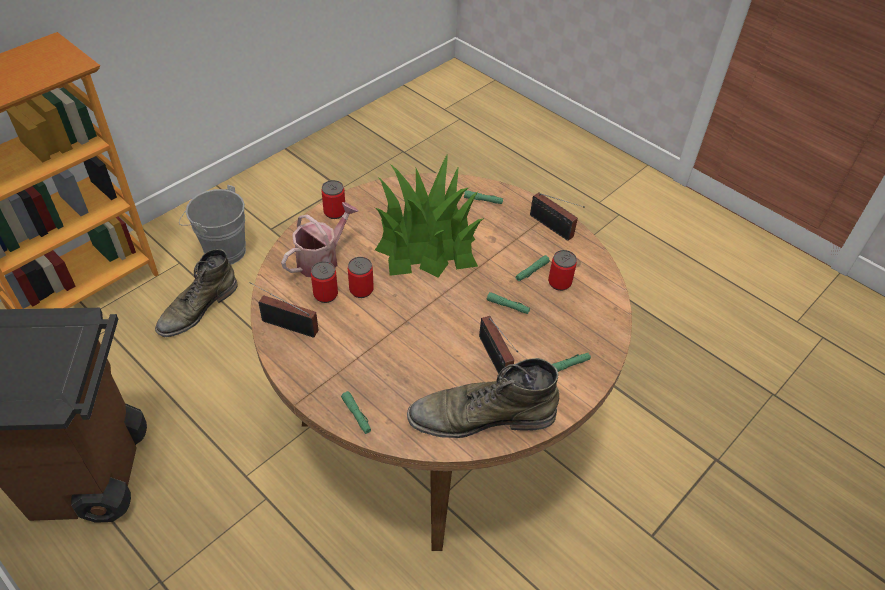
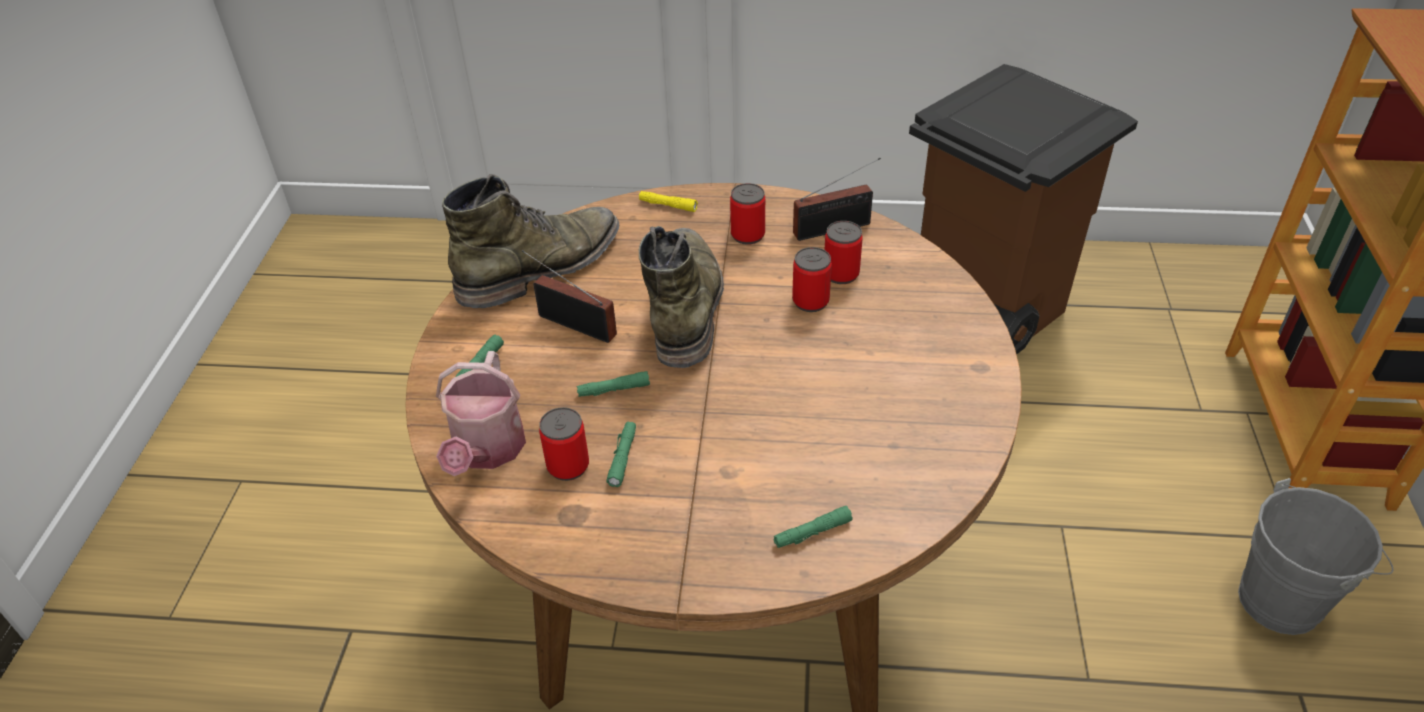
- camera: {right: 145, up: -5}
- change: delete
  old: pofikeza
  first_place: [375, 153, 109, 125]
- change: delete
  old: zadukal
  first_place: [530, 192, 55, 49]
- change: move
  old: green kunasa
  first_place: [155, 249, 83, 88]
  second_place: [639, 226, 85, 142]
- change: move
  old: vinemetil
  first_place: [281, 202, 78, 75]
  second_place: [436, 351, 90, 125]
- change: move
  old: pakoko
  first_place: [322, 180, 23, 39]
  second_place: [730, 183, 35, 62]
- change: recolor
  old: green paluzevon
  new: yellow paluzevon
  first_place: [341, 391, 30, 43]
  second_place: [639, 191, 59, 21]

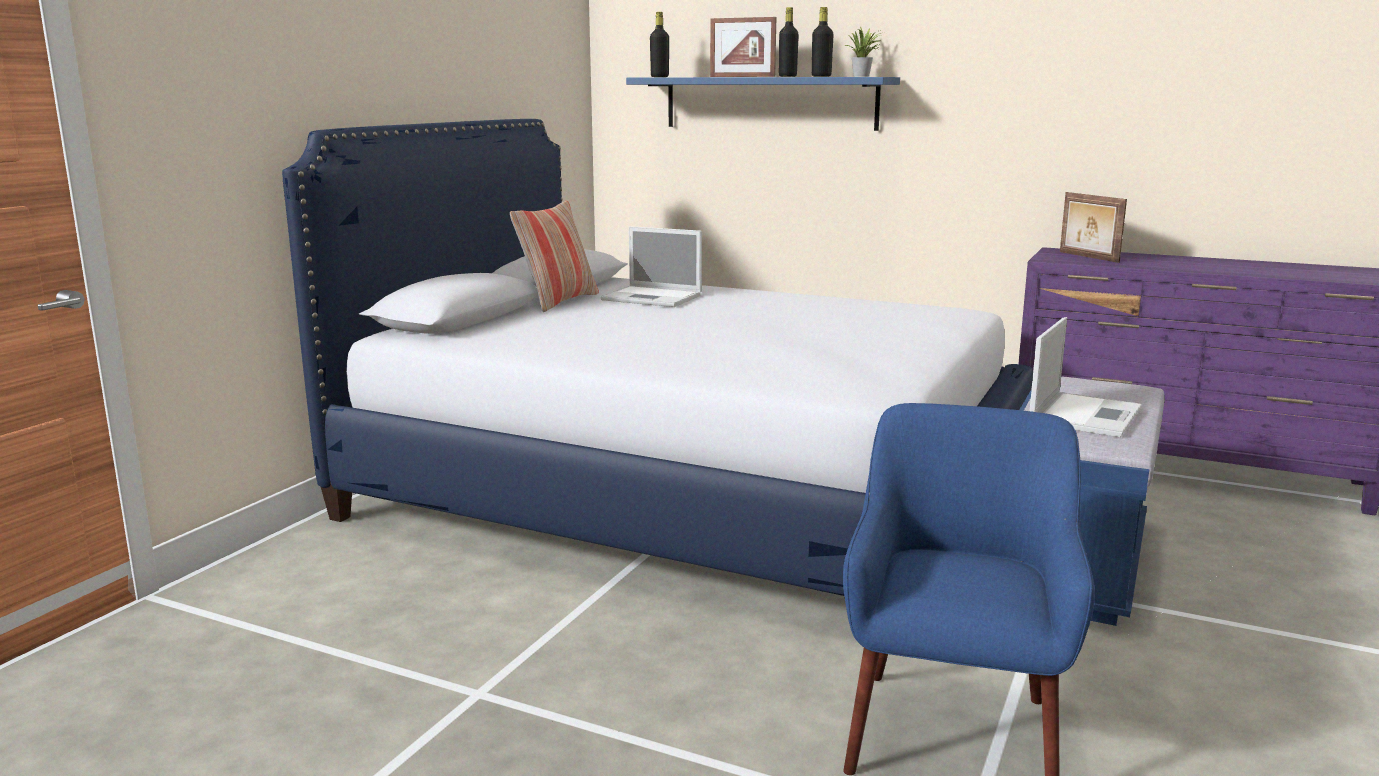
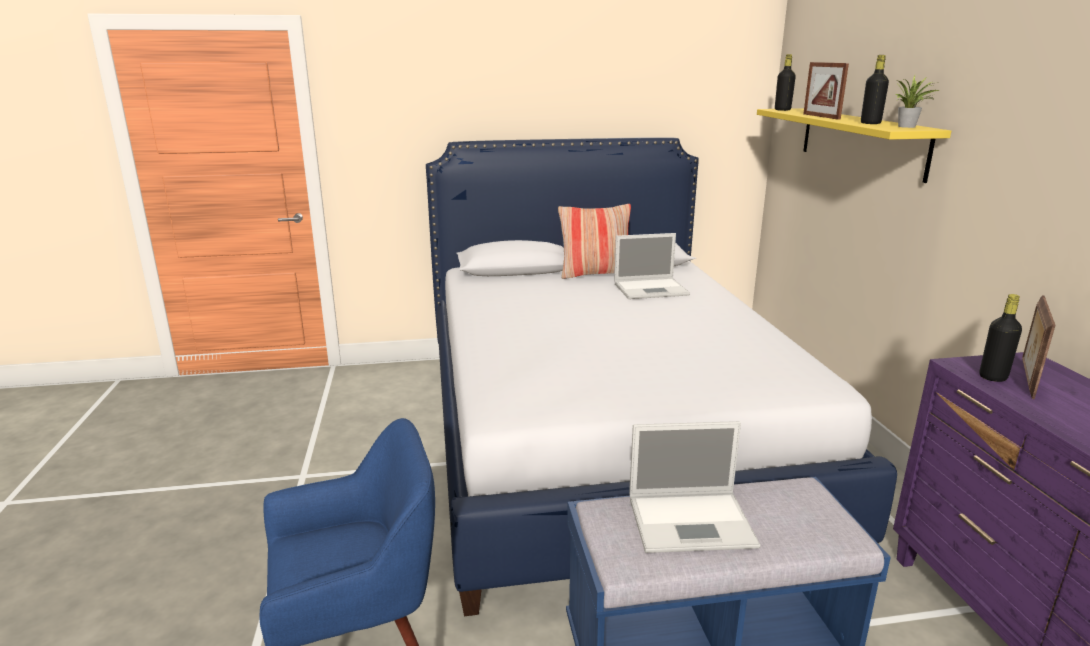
- camera: {right: 55, up: 5}
- change: move
  old: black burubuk
  first_place: [779, 7, 20, 70]
  second_place: [980, 294, 42, 88]
- change: recolor
  old: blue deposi
  new: yellow deposi
  first_place: [626, 77, 274, 54]
  second_place: [757, 108, 194, 75]
- change: rotate
  old: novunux
  first_place: [601, 226, 101, 81]
  second_place: [614, 233, 76, 66]
  degrees: -90

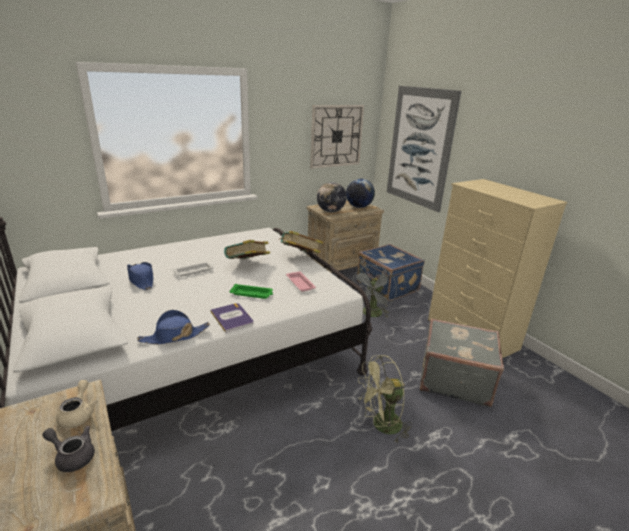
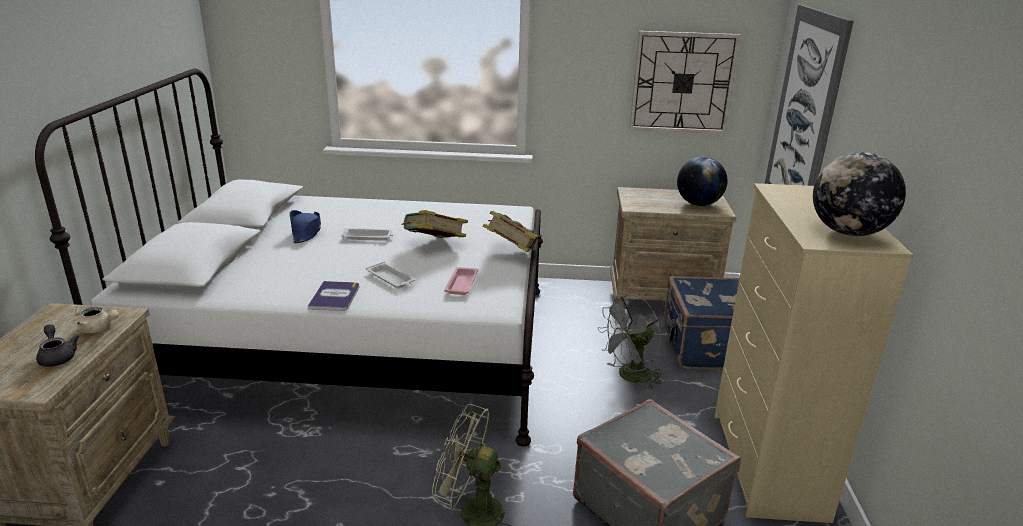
- camera: {right: 35, up: 0}
- change: delete
  old: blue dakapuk
  first_place: [137, 310, 73, 34]
- change: move
  old: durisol
  first_place: [317, 182, 30, 30]
  second_place: [813, 152, 93, 84]
- change: recolor
  old: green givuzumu
  new: white givuzumu
  first_place: [229, 284, 44, 15]
  second_place: [366, 262, 49, 26]
- change: rotate
  old: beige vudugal
  first_place: [56, 380, 41, 49]
  second_place: [77, 307, 42, 26]
  degrees: 75

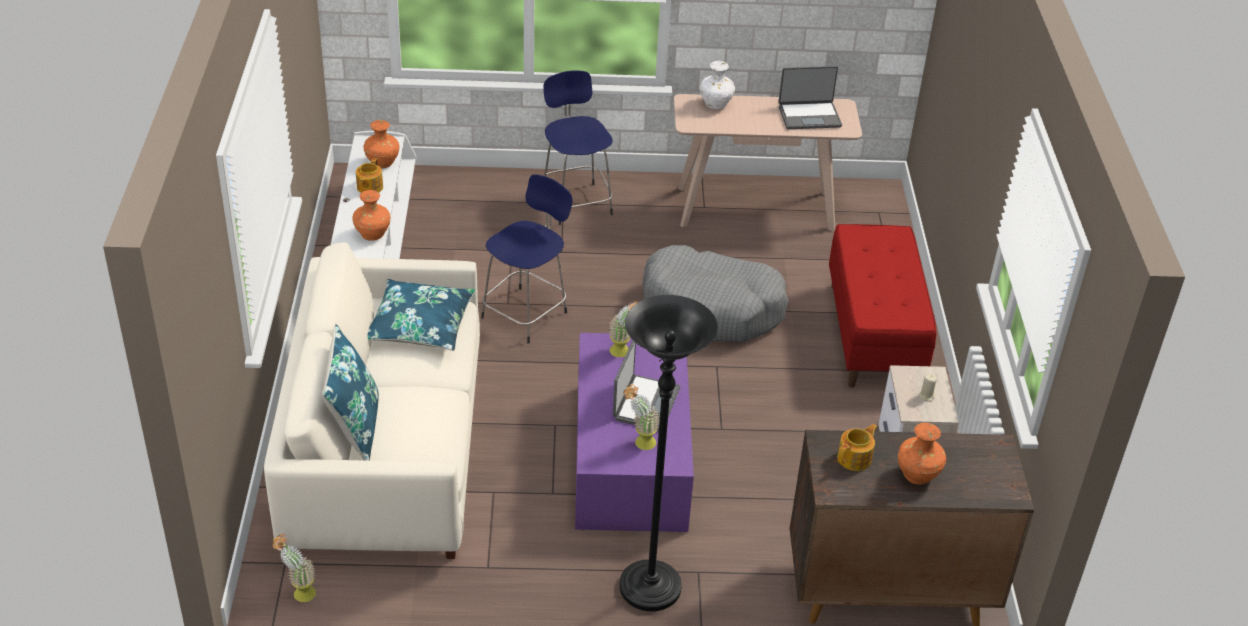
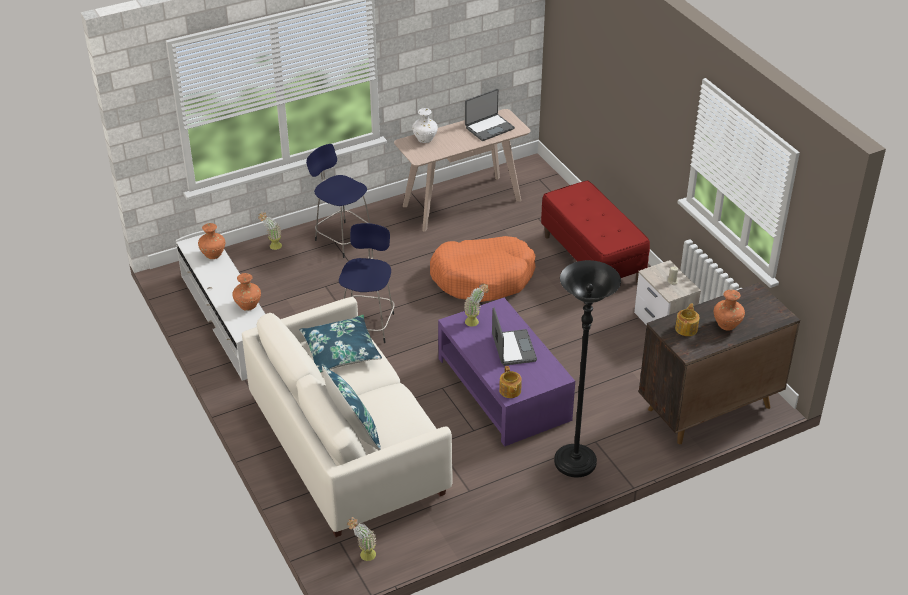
- camera: {right: -25, up: 0}
- change: move
  old: vudugal
  first_place: [356, 158, 27, 35]
  second_place: [499, 366, 23, 32]
- change: move
  old: pofikeza
  first_place: [623, 384, 36, 66]
  second_place: [258, 212, 24, 38]
- change: recolor
  old: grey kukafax
  new: orange kukafax
  first_place: [643, 245, 146, 98]
  second_place: [430, 236, 105, 66]

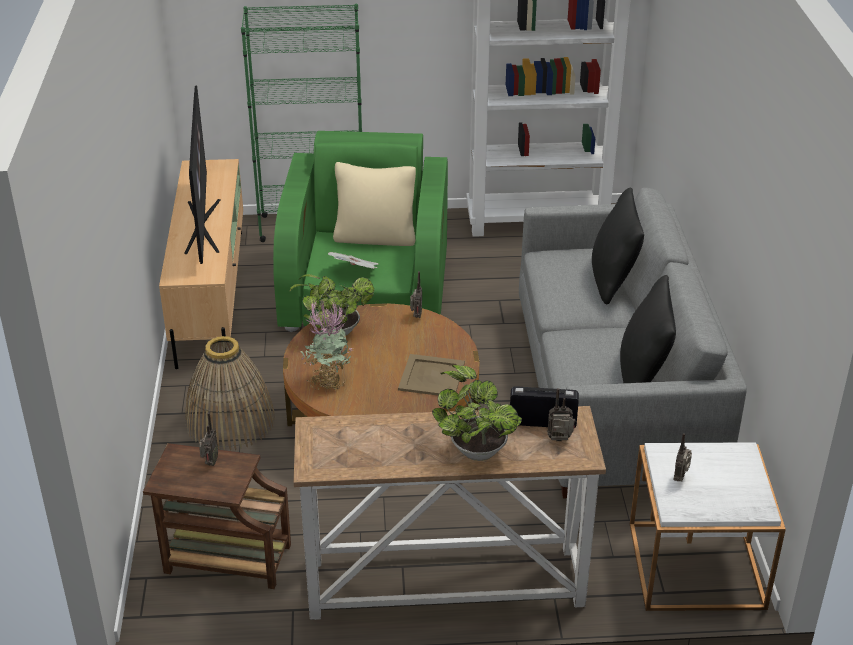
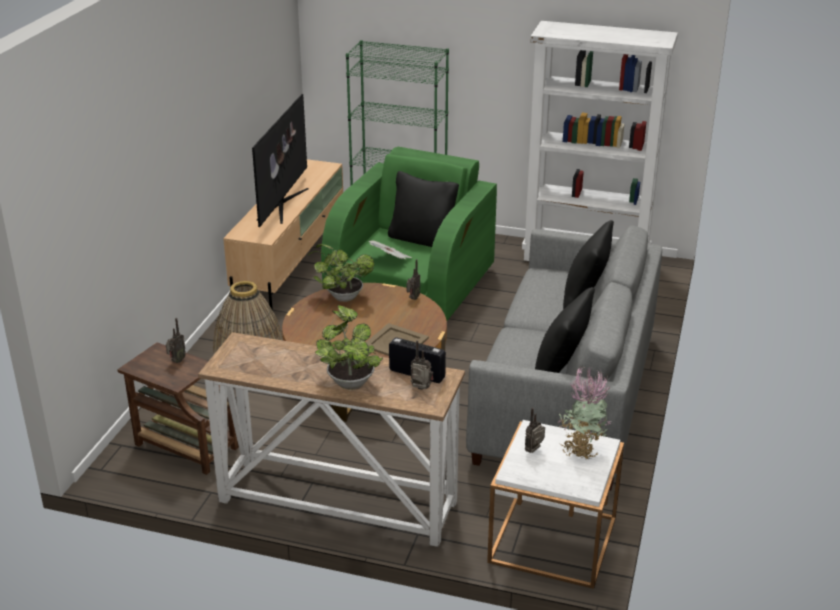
- camera: {right: 20, up: -5}
- change: move
  old: pofikeza
  first_place: [301, 300, 52, 90]
  second_place: [559, 366, 52, 94]
- change: recolor
  old: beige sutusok
  new: black sutusok
  first_place: [333, 162, 83, 84]
  second_place: [388, 171, 71, 76]

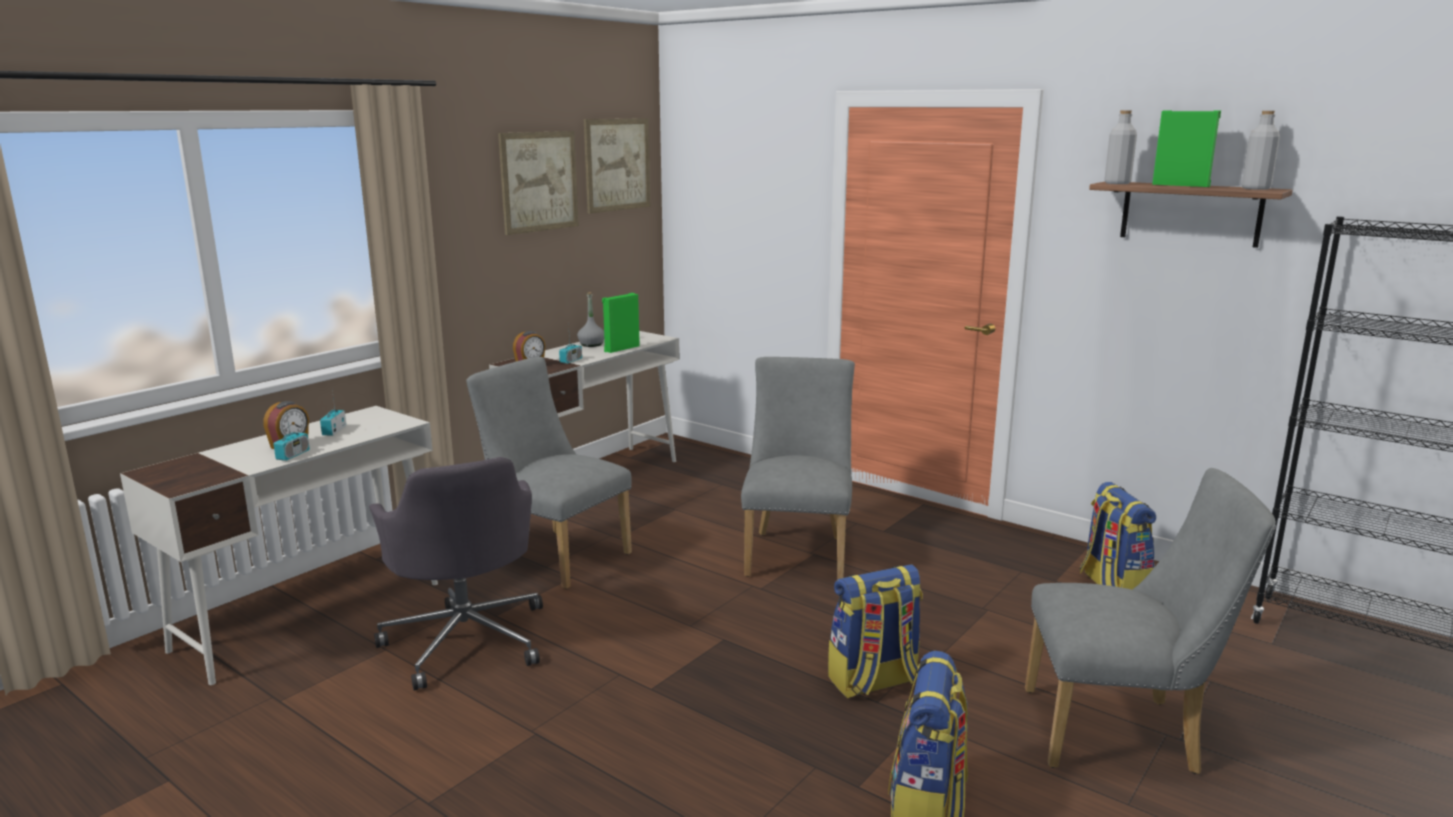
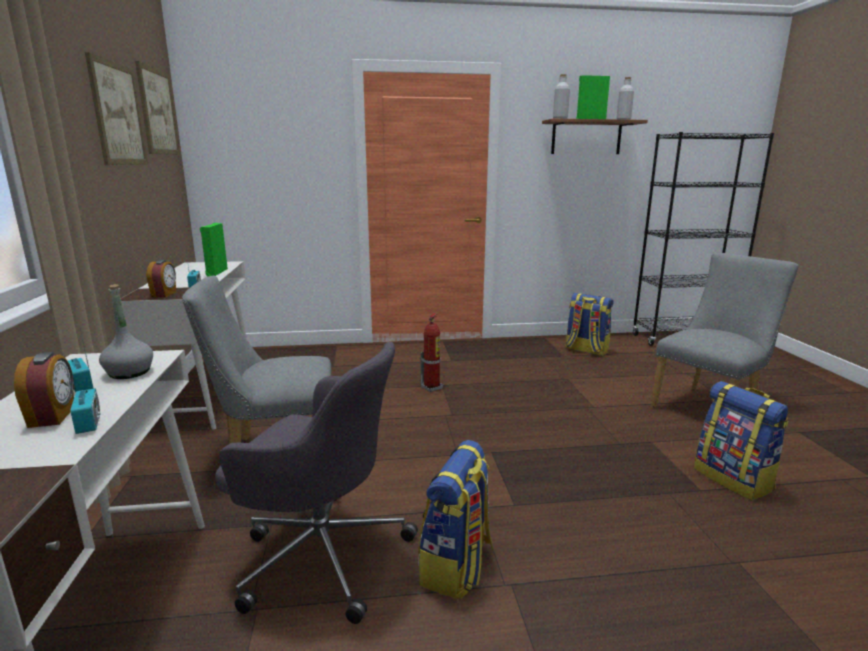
- camera: {right: -45, up: 0}
- change: move
  old: grey burubuk
  first_place: [577, 292, 27, 55]
  second_place: [99, 284, 54, 95]
- change: move
  old: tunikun
  first_place: [828, 564, 95, 134]
  second_place: [418, 440, 76, 159]
- change: replace
  old: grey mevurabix
  new: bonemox
  first_place: [741, 357, 114, 223]
  second_place: [421, 313, 22, 79]

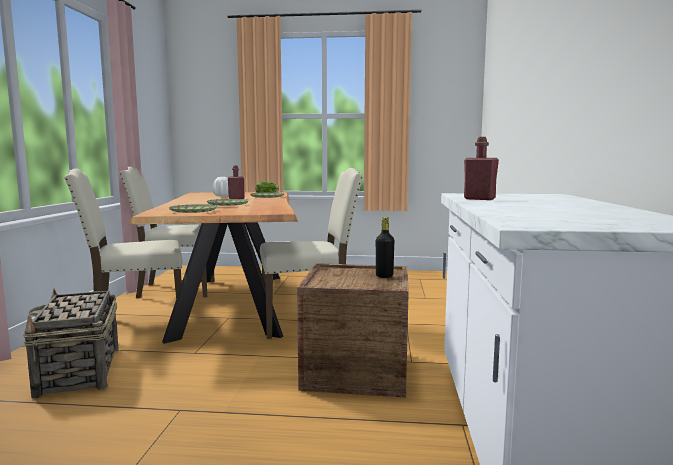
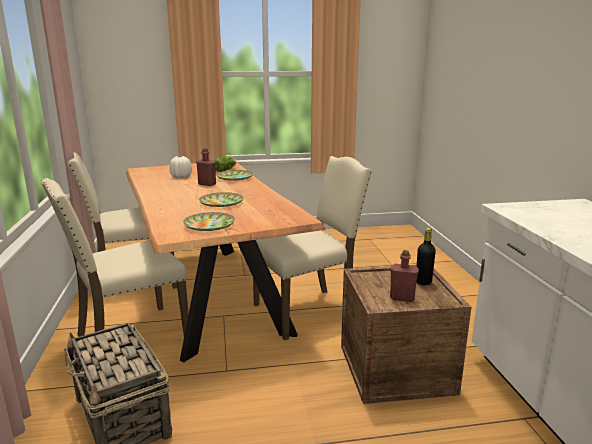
- camera: {right: -15, up: 10}
- change: move
  old: red burubuk
  first_place: [464, 137, 35, 63]
  second_place: [390, 250, 29, 52]

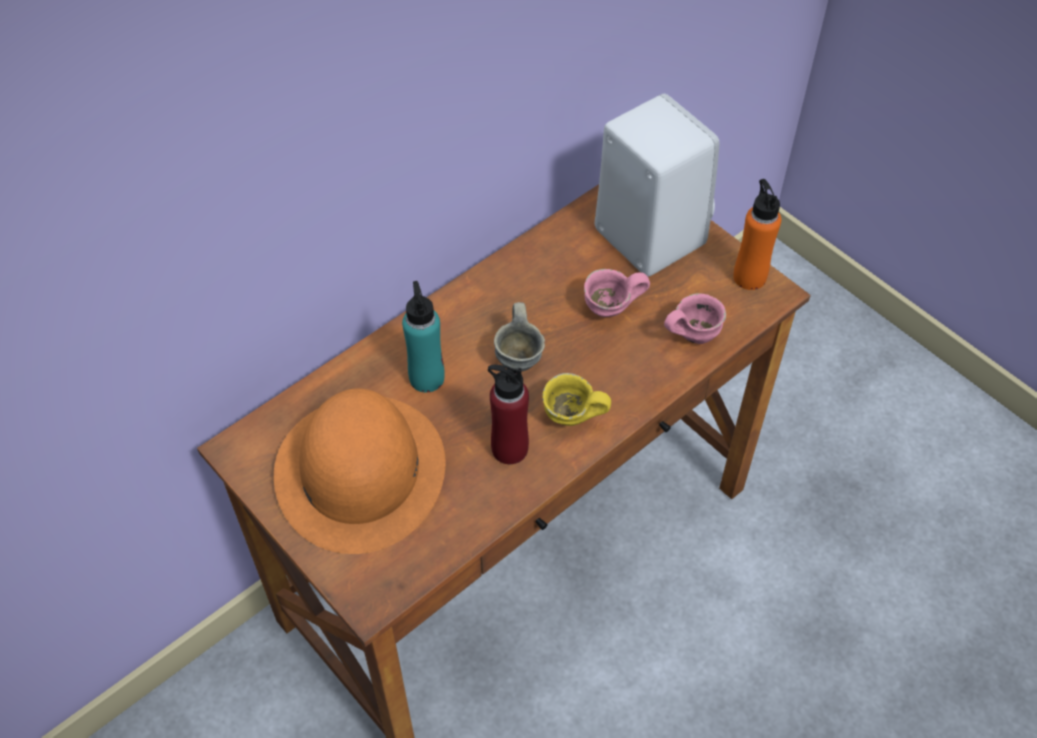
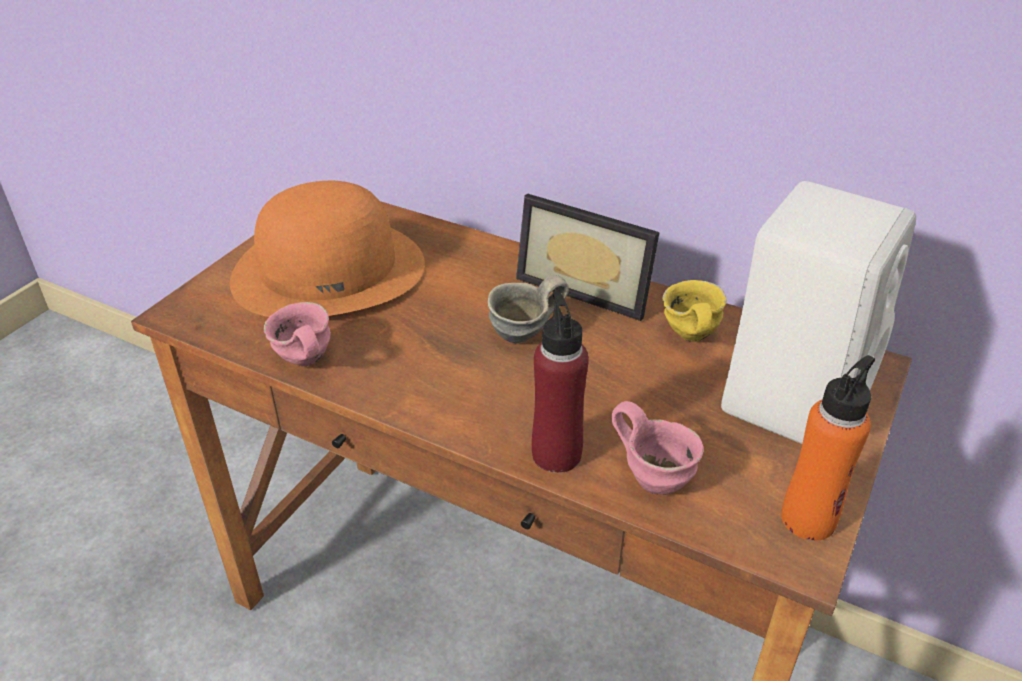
- camera: {right: 70, up: -15}
- change: delete
  old: turquoise burubuk
  first_place: [402, 281, 43, 112]
- change: insert
  new: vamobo
  second_place: [516, 194, 144, 127]
- change: move
  old: red burubuk
  first_place: [488, 365, 41, 99]
  second_place: [532, 291, 57, 182]
- change: move
  old: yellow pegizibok
  first_place: [543, 373, 68, 53]
  second_place: [662, 280, 64, 62]
- change: move
  old: pink pegizibok
  first_place: [584, 269, 66, 48]
  second_place: [264, 302, 67, 64]

